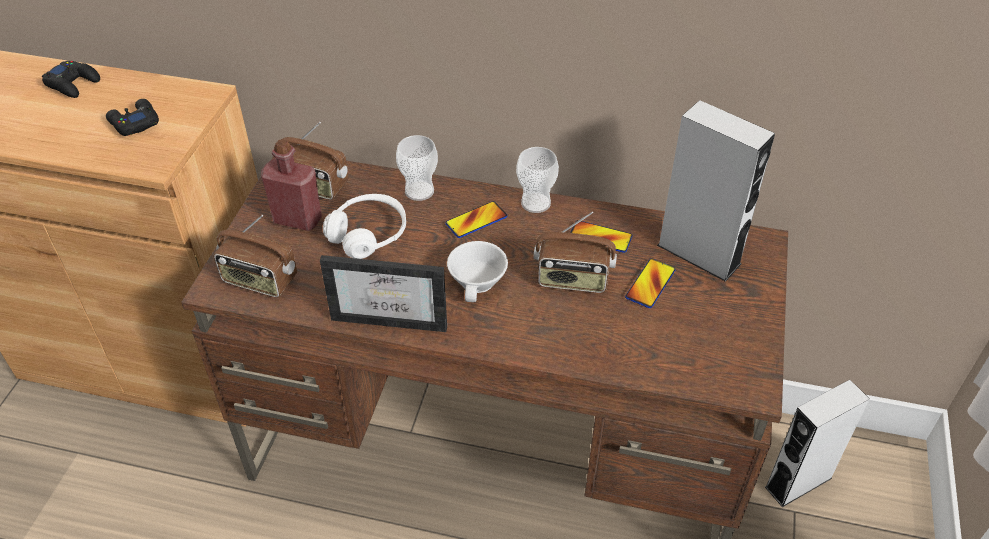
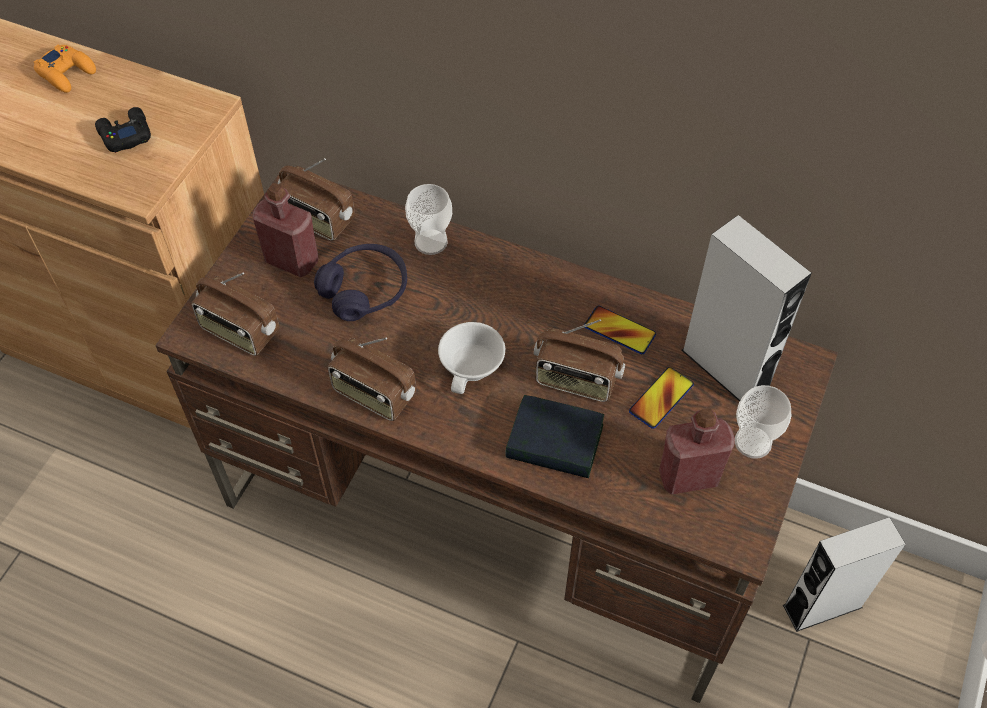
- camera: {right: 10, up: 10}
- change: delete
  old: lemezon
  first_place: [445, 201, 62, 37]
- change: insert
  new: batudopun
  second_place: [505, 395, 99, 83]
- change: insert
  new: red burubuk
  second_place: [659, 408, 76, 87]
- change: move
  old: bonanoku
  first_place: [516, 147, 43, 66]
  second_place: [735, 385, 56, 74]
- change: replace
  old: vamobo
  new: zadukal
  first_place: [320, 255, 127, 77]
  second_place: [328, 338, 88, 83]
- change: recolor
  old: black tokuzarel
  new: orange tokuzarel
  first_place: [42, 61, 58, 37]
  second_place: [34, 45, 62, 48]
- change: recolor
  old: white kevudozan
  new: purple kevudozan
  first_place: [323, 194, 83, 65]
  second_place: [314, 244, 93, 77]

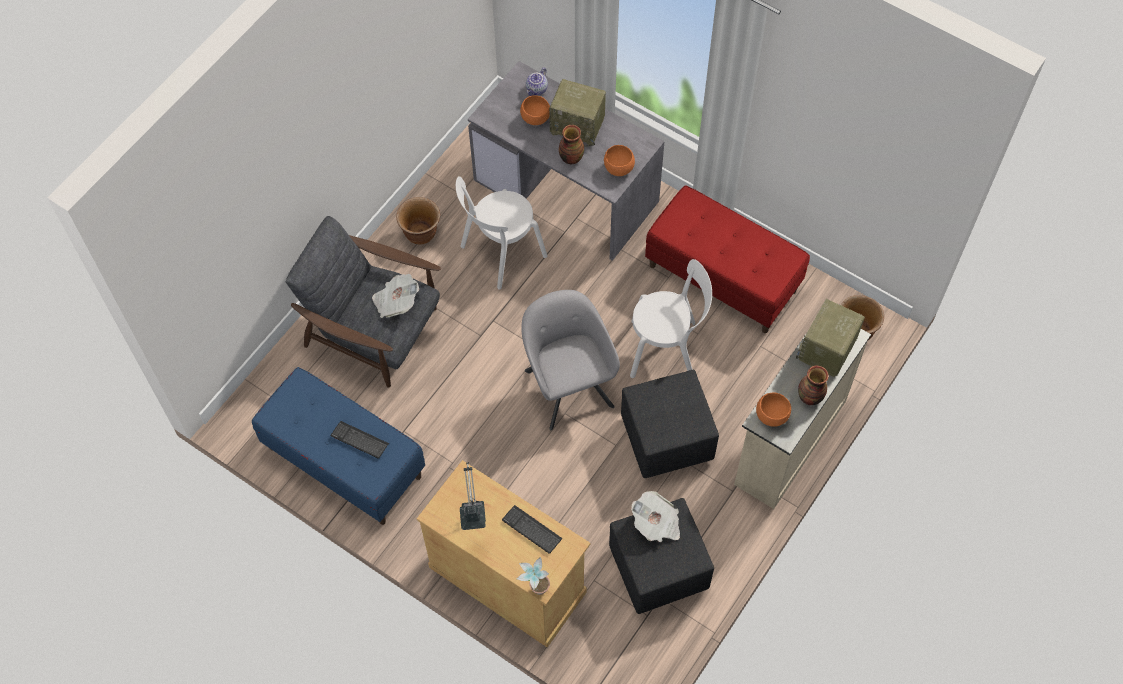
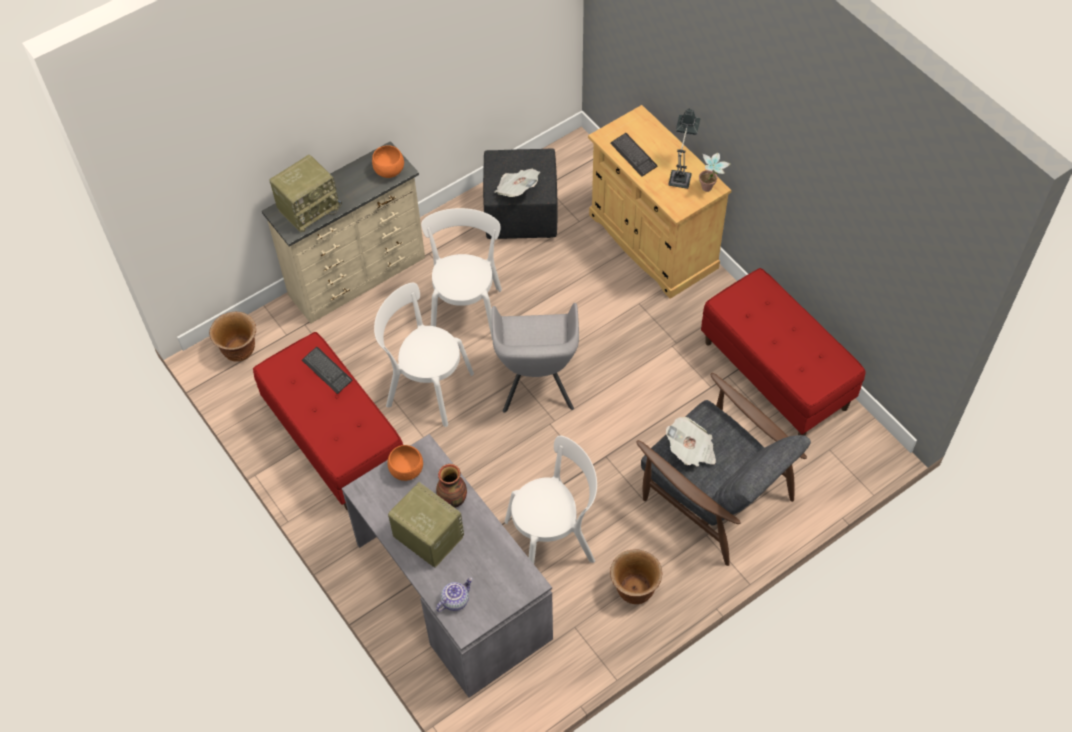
- camera: {right: -160, up: -5}
- change: delete
  old: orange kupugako
  first_place: [520, 95, 30, 30]
- change: delete
  old: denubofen
  first_place: [798, 366, 31, 39]
- change: move
  old: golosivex
  first_place: [330, 421, 59, 38]
  second_place: [302, 347, 50, 47]
- change: move
  old: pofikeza
  first_place: [517, 557, 33, 38]
  second_place: [699, 153, 32, 39]
- change: replace
  old: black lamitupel
  new: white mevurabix
  first_place: [621, 370, 98, 108]
  second_place: [421, 208, 81, 132]
- change: recolor
  old: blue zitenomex
  new: red zitenomex
  first_place: [252, 367, 173, 158]
  second_place: [701, 268, 165, 168]

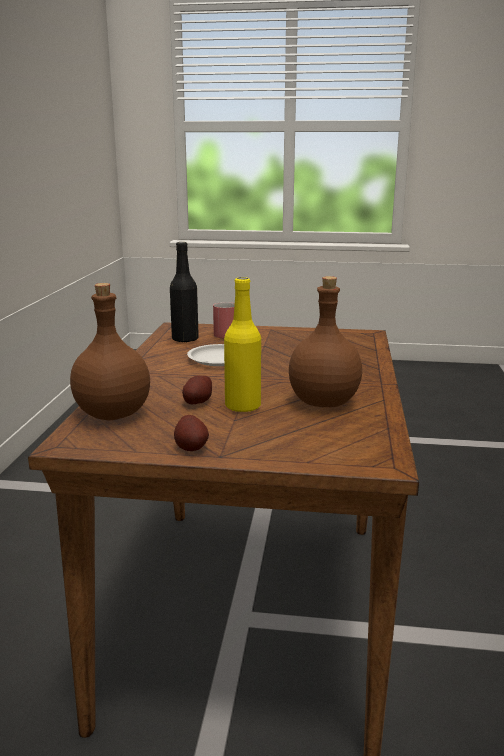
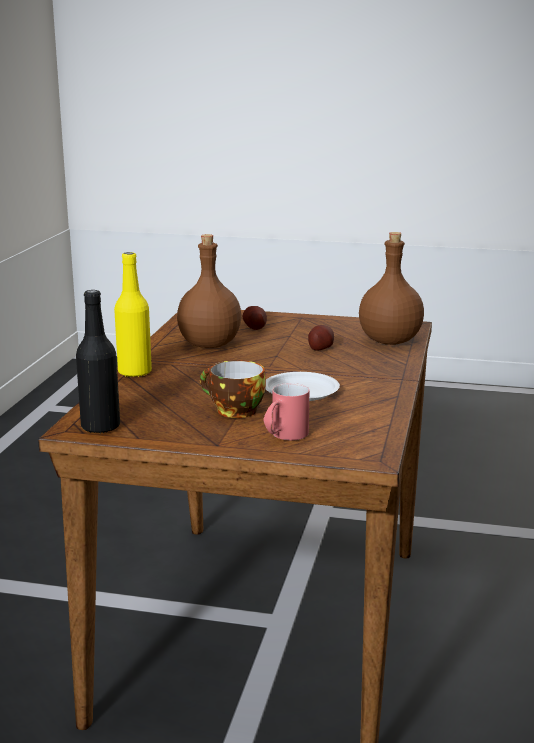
- camera: {right: -175, up: 0}
- change: insert
  new: bonanoku
  second_place: [200, 360, 66, 58]
- change: move
  old: black burubuk
  first_place: [170, 242, 29, 101]
  second_place: [76, 290, 44, 143]
- change: move
  old: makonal
  first_place: [174, 415, 35, 36]
  second_place: [242, 306, 25, 24]
- change: move
  old: yellow burubuk
  first_place: [224, 277, 37, 135]
  second_place: [114, 252, 38, 125]

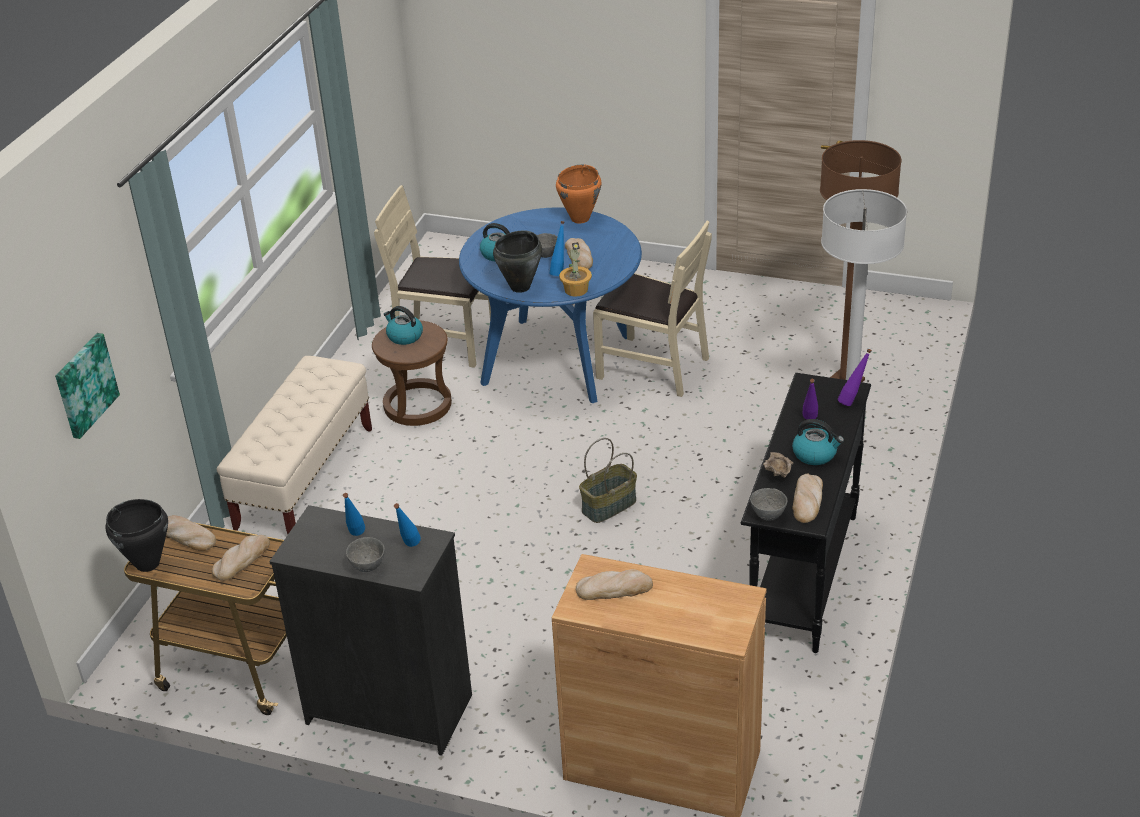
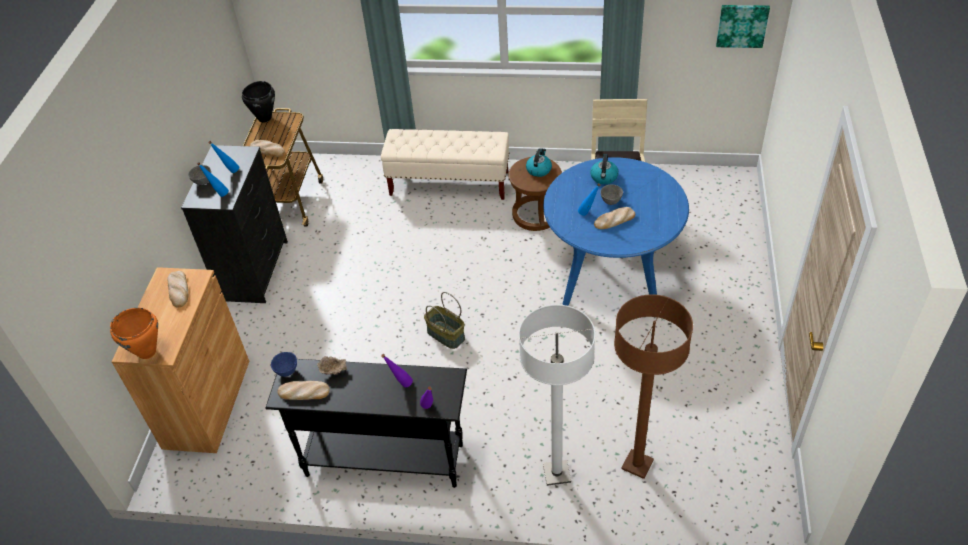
- camera: {right: 80, up: 10}
- change: delete
  old: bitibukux
  first_place: [166, 515, 50, 36]
- change: delete
  old: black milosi
  first_place: [493, 230, 49, 63]
- change: delete
  old: pofikeza
  first_place: [559, 242, 33, 55]
- change: delete
  old: beige mevurabix
  first_place: [593, 221, 119, 176]
- change: delete
  old: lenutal
  first_place: [792, 419, 52, 46]
- change: move
  old: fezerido
  first_place: [55, 333, 65, 106]
  second_place: [716, 5, 54, 43]
- change: move
  old: orange milosi
  first_place: [556, 165, 45, 58]
  second_place: [110, 308, 48, 51]
- change: recolor
  old: grey kupugako
  new: blue kupugako
  first_place: [750, 488, 37, 33]
  second_place: [271, 352, 26, 25]

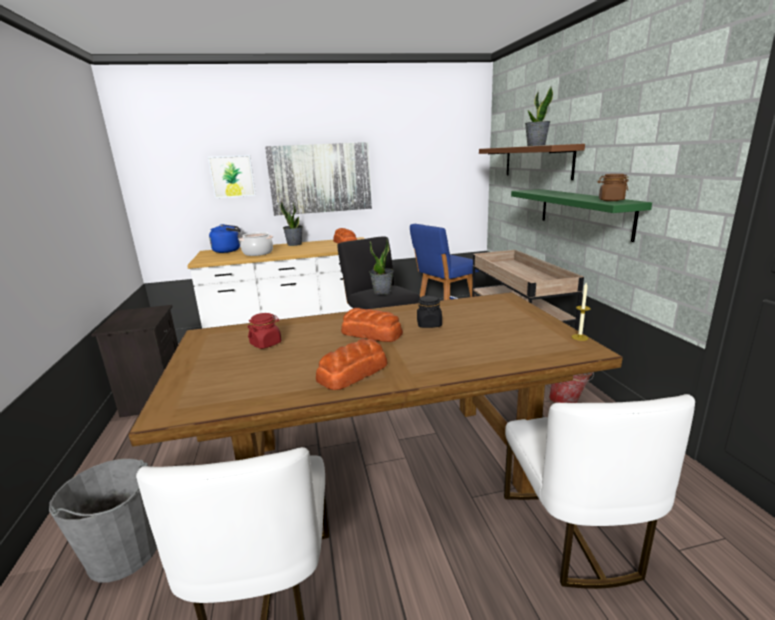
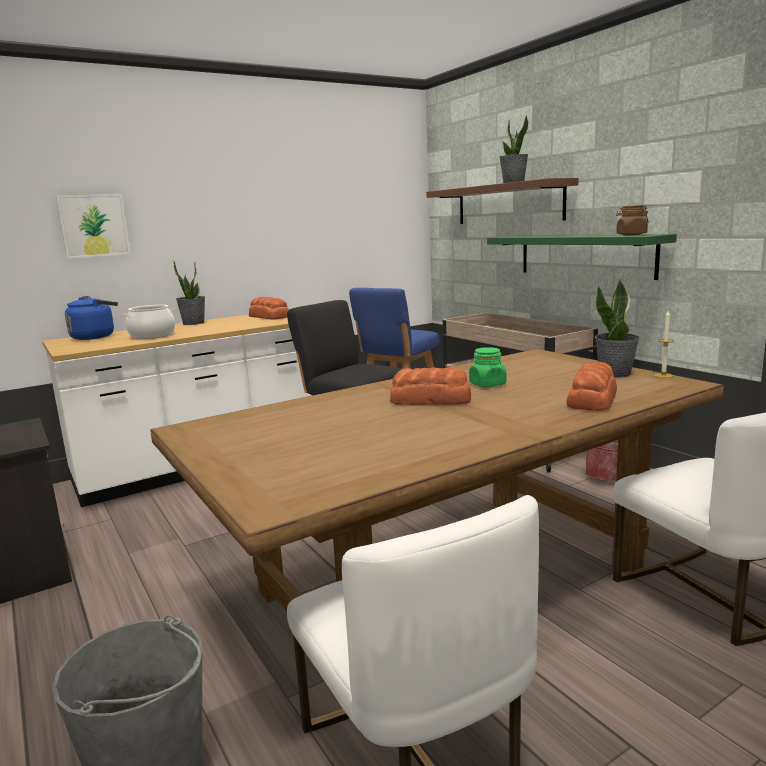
- camera: {right: -20, up: -5}
- change: delete
  old: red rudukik
  first_place: [247, 313, 34, 36]
- change: delete
  old: fezerido
  first_place: [265, 142, 107, 74]
- change: move
  old: bitibukux
  first_place: [316, 339, 72, 51]
  second_place: [566, 362, 51, 48]
- change: move
  old: pofikeza
  first_place: [369, 239, 24, 56]
  second_place: [595, 279, 45, 99]
- change: recolor
  old: black rudukik
  new: green rudukik
  first_place: [417, 295, 25, 33]
  second_place: [469, 347, 37, 40]

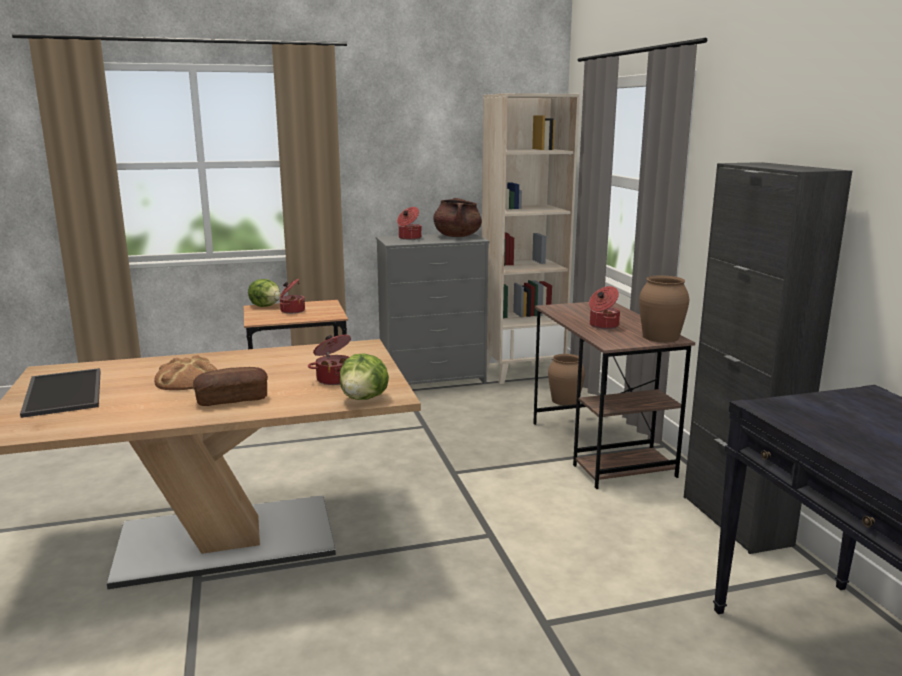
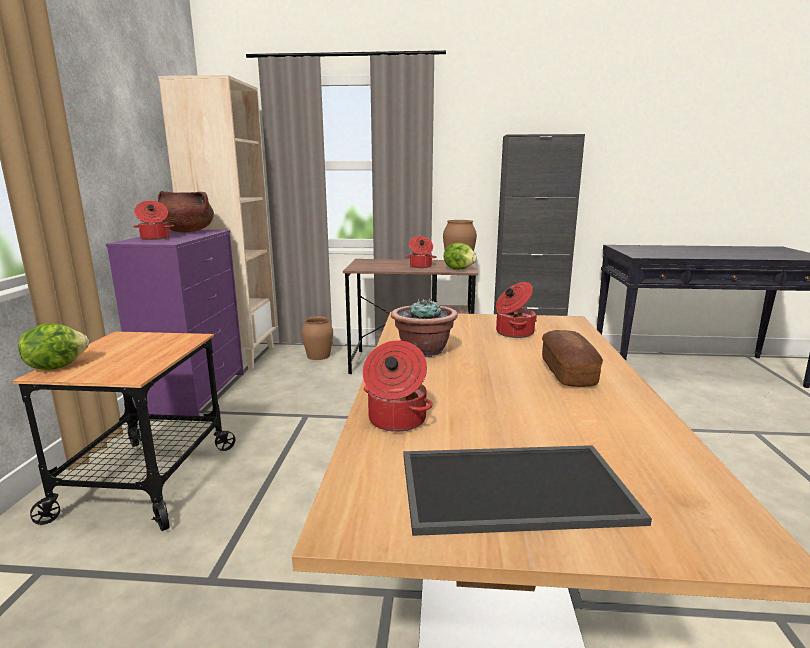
- camera: {right: -70, up: 0}
- change: delete
  old: bitibukux
  first_place: [154, 355, 64, 35]
- change: insert
  new: pofikeza
  second_place: [391, 298, 67, 59]
- change: move
  old: milosi
  first_place: [280, 278, 25, 36]
  second_place: [363, 340, 70, 92]
- change: move
  old: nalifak
  first_place: [340, 354, 49, 46]
  second_place: [444, 243, 33, 27]
- change: recolor
  old: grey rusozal
  new: purple rusozal
  first_place: [376, 233, 113, 152]
  second_place: [106, 230, 138, 186]

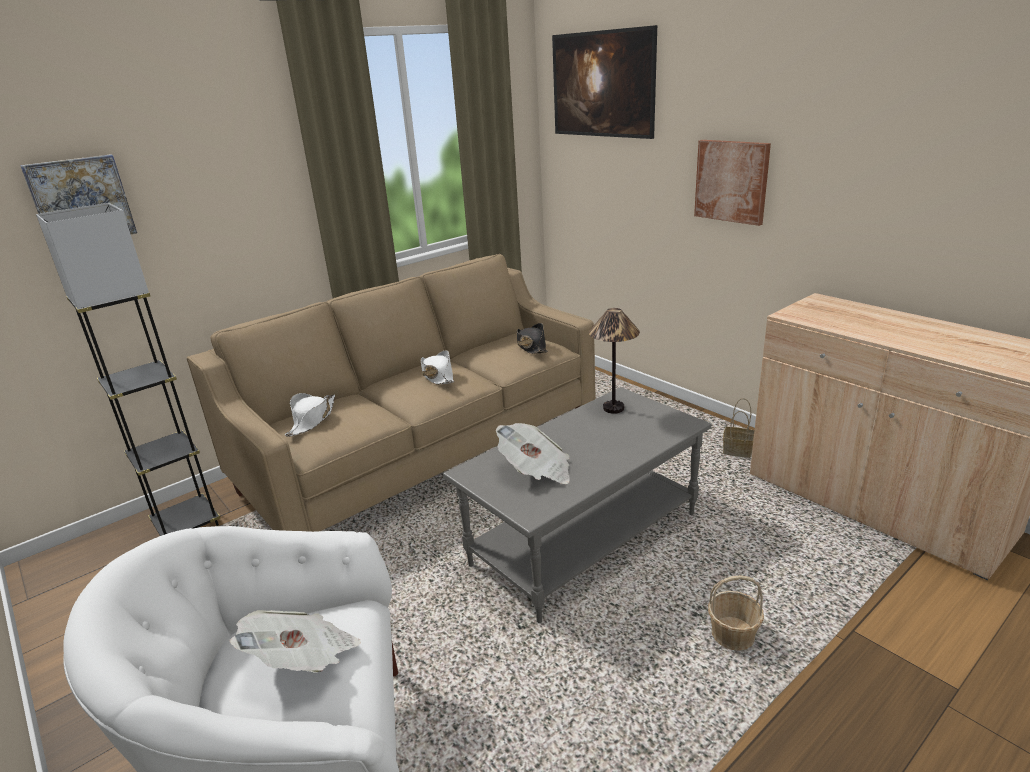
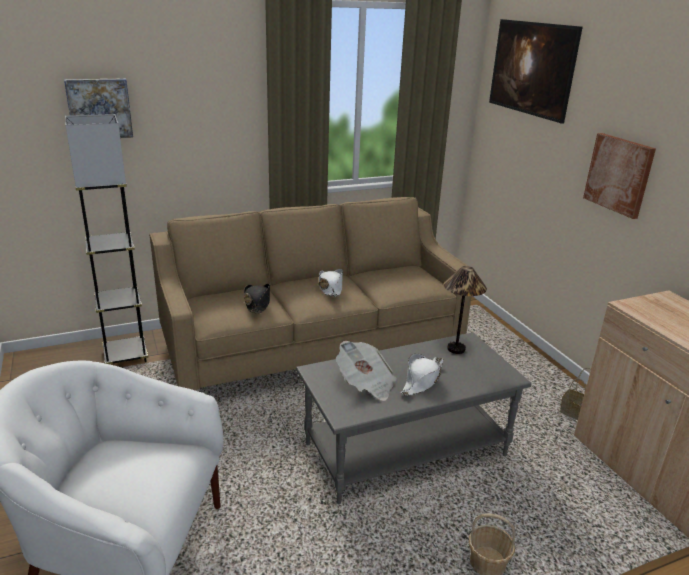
- camera: {right: 15, up: 0}
- change: delete
  old: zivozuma
  first_place: [229, 610, 132, 63]
- change: move
  old: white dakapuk
  first_place: [285, 393, 50, 44]
  second_place: [401, 354, 42, 42]
- change: move
  old: black dakapuk
  first_place: [517, 323, 31, 31]
  second_place: [244, 284, 26, 29]

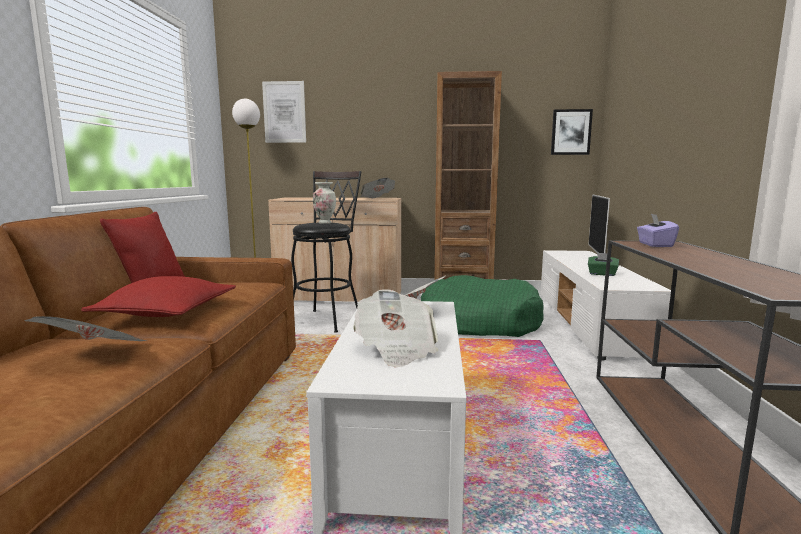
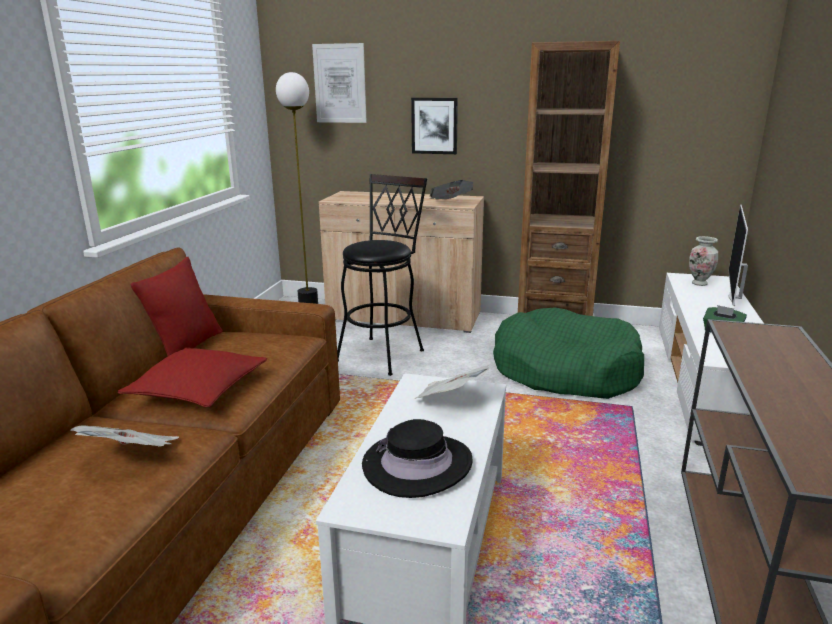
- camera: {right: 10, up: 10}
- change: delete
  old: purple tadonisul
  first_place: [637, 214, 42, 33]
- change: move
  old: denubofen
  first_place: [313, 182, 23, 42]
  second_place: [689, 236, 29, 50]
- change: move
  old: fezerido
  first_place: [551, 109, 42, 46]
  second_place: [411, 98, 47, 56]
- change: replace
  old: zivozuma
  new: black dakapuk
  first_place: [353, 289, 85, 78]
  second_place: [362, 419, 111, 79]

